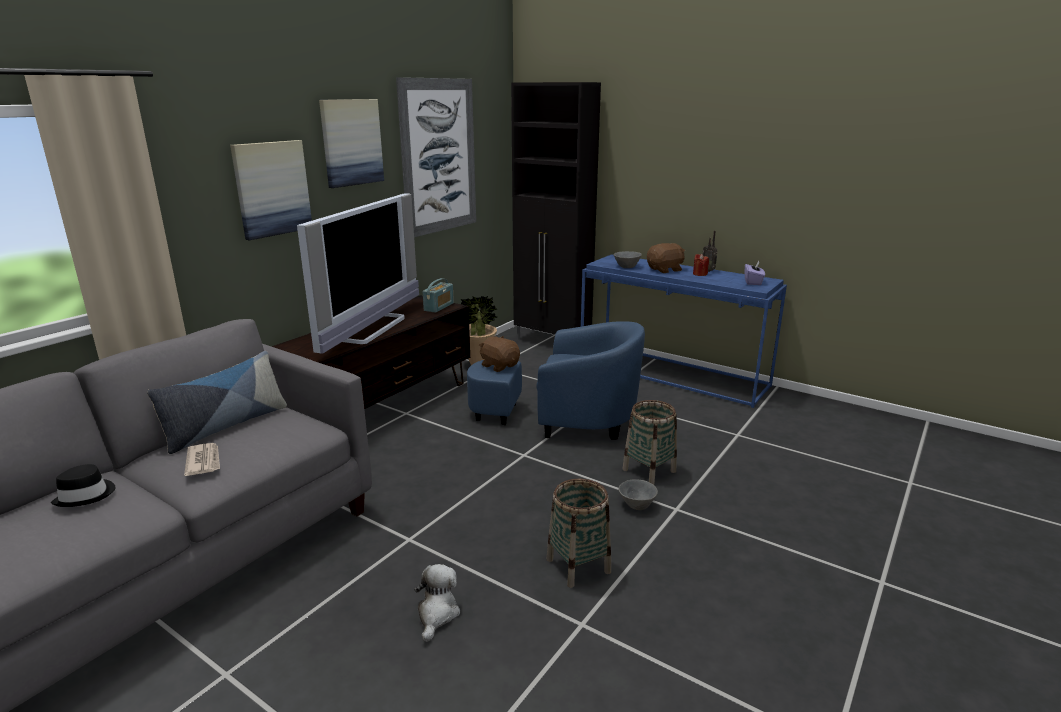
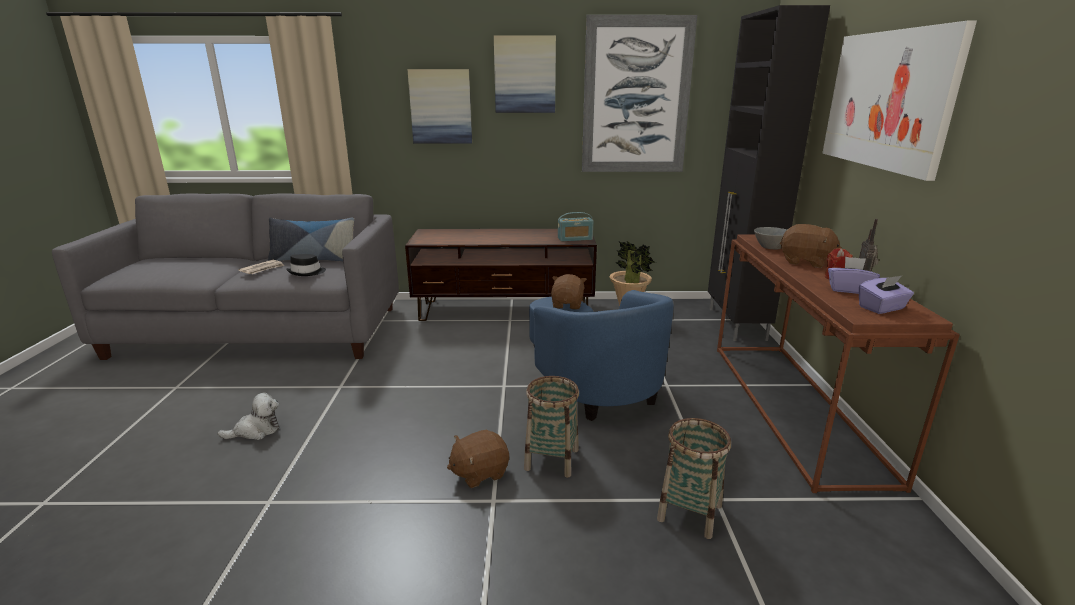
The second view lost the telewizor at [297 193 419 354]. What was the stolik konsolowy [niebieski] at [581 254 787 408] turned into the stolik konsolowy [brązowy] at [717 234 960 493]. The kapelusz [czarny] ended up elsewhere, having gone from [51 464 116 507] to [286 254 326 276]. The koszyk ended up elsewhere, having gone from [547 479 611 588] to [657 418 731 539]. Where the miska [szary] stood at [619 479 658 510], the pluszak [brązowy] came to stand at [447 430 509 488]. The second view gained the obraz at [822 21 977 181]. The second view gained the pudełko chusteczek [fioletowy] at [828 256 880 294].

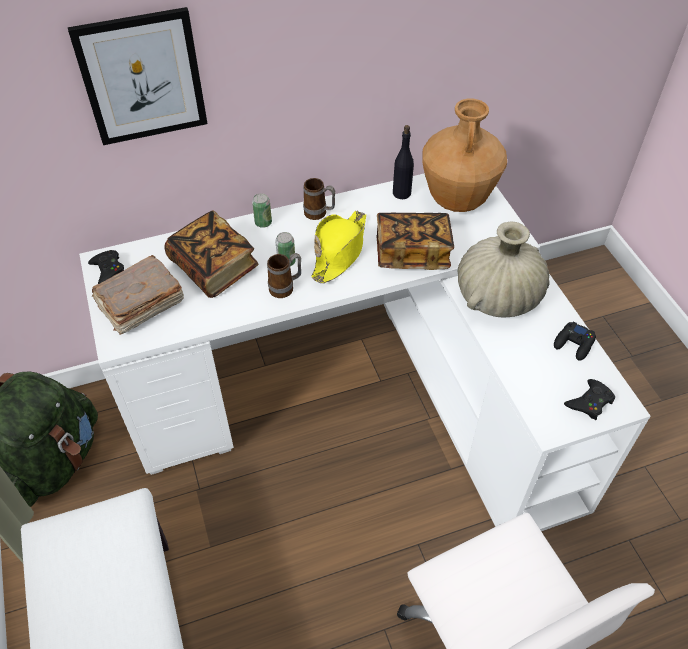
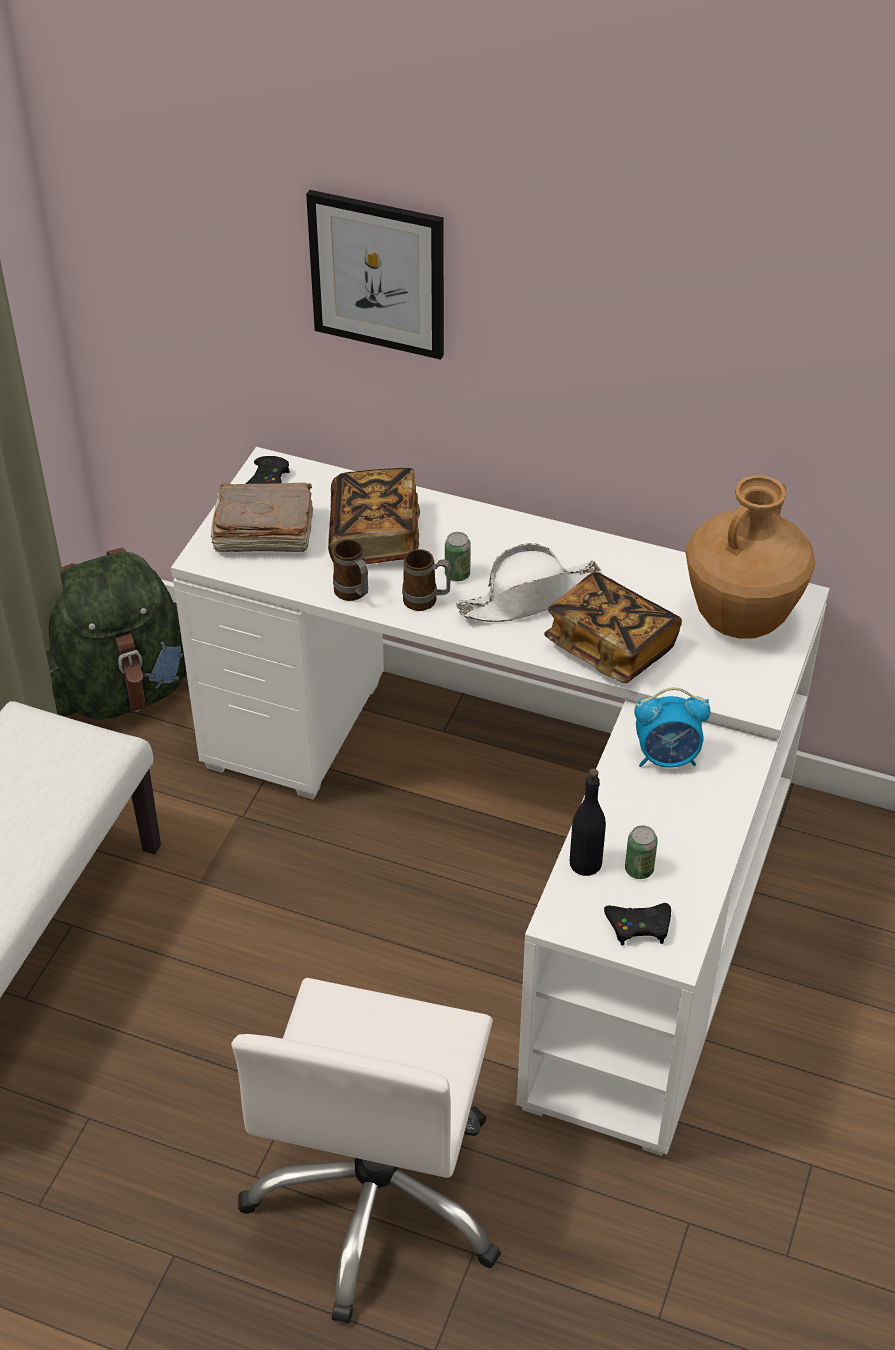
The butelka [czarny] ended up elsewhere, having gone from [393 125 414 199] to [570 768 606 876]. The kubek ended up elsewhere, having gone from [303 178 335 220] to [333 539 368 601]. The puszka ended up elsewhere, having gone from [252 193 272 228] to [625 825 658 879]. What was the kapelusz [żółty] at [311 210 366 283] turned into the kapelusz [biały] at [456 543 601 622]. Where the wazon [beżowy] stood at [458 222 549 317], the budzik came to stand at [634 687 711 768]. The second view lost the pad do gier [czarny] at [554 321 596 361].

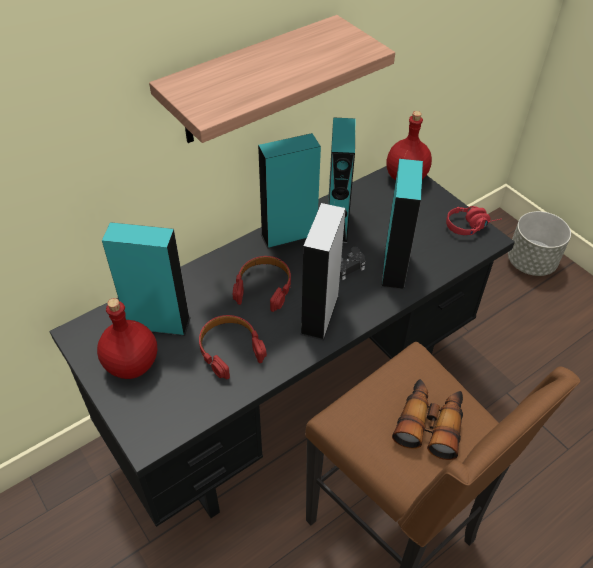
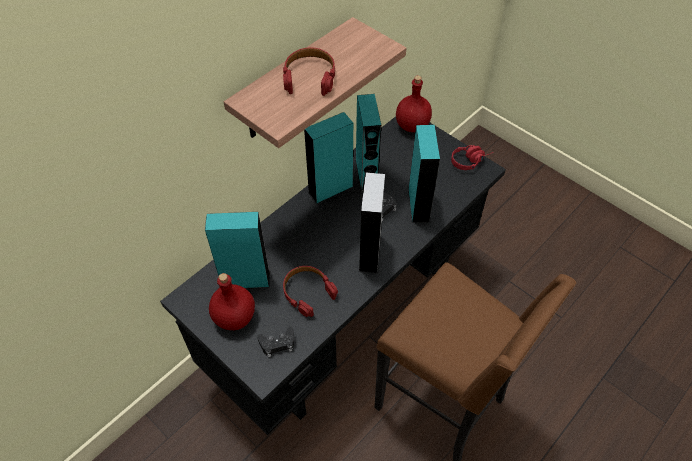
The second view lost the donica [szary] at [508 211 571 276]. The słuchawki [czerwony] ended up elsewhere, having gone from [233 256 291 312] to [283 47 336 96]. The second view lost the lornetka at [392 379 463 460]. The second view gained the pad do gier [czarny] at [257 327 294 357].

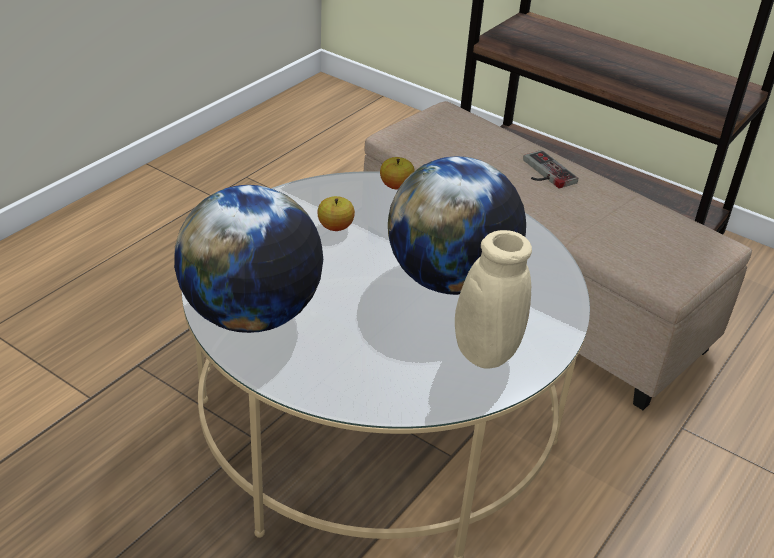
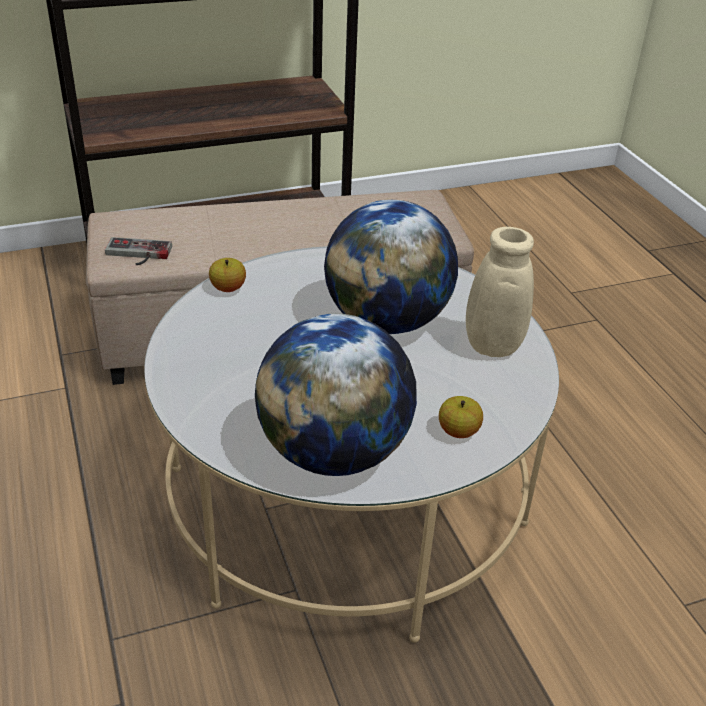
The pad do gier ended up elsewhere, having gone from [523 150 578 189] to [105 237 172 265]. The jabłko ended up elsewhere, having gone from [317 196 355 231] to [439 396 483 438].

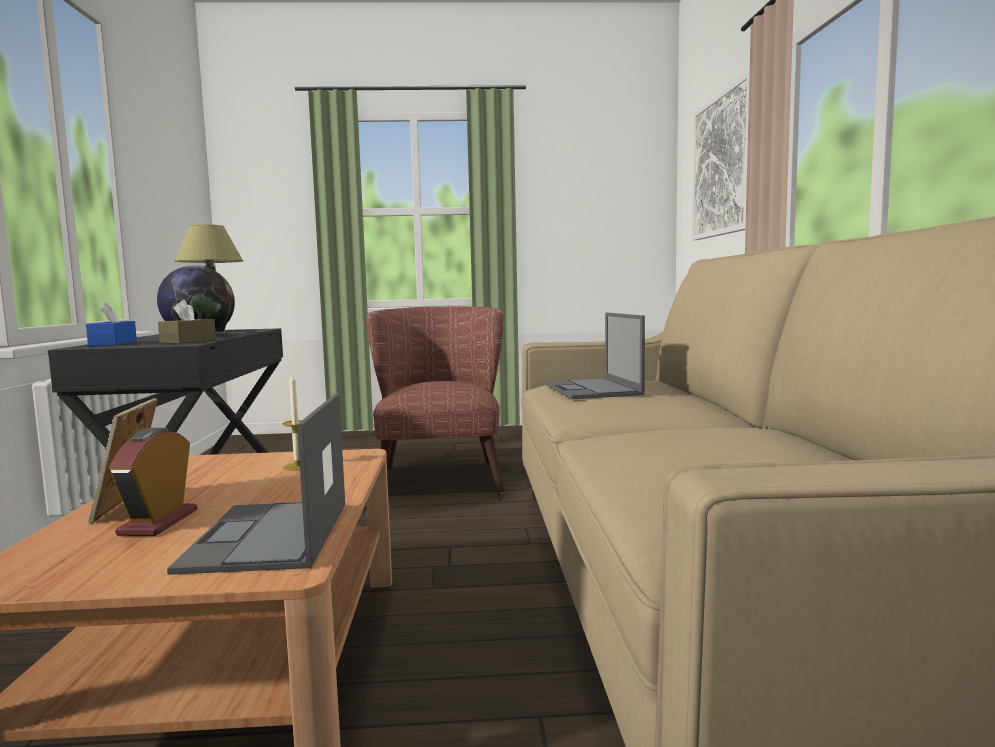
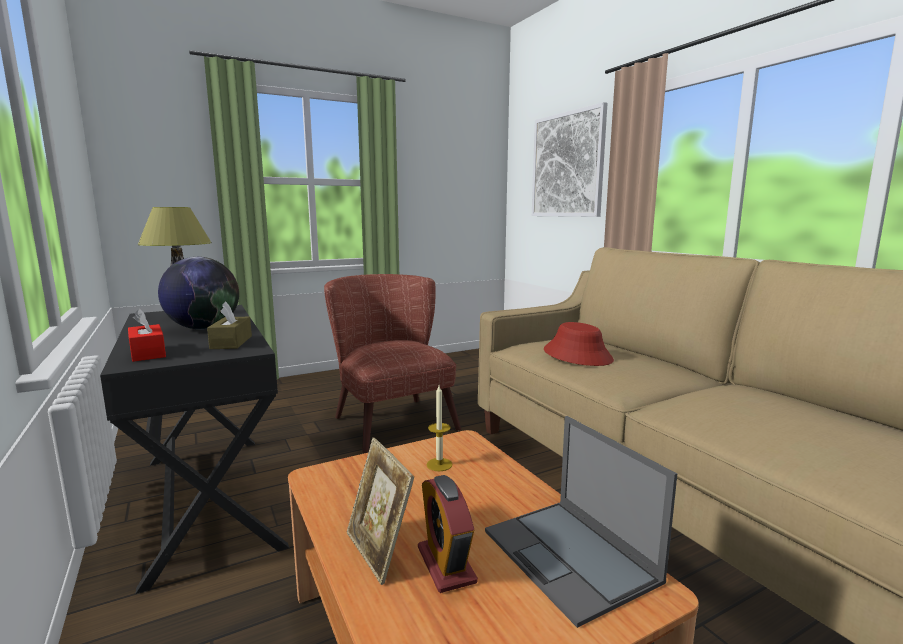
What was the pudełko chusteczek [niebieski] at [86 302 137 346] turned into the pudełko chusteczek [czerwony] at [128 309 166 362]. Where the laptop stood at [544 313 645 399], the kapelusz [czerwony] came to stand at [544 322 614 366].

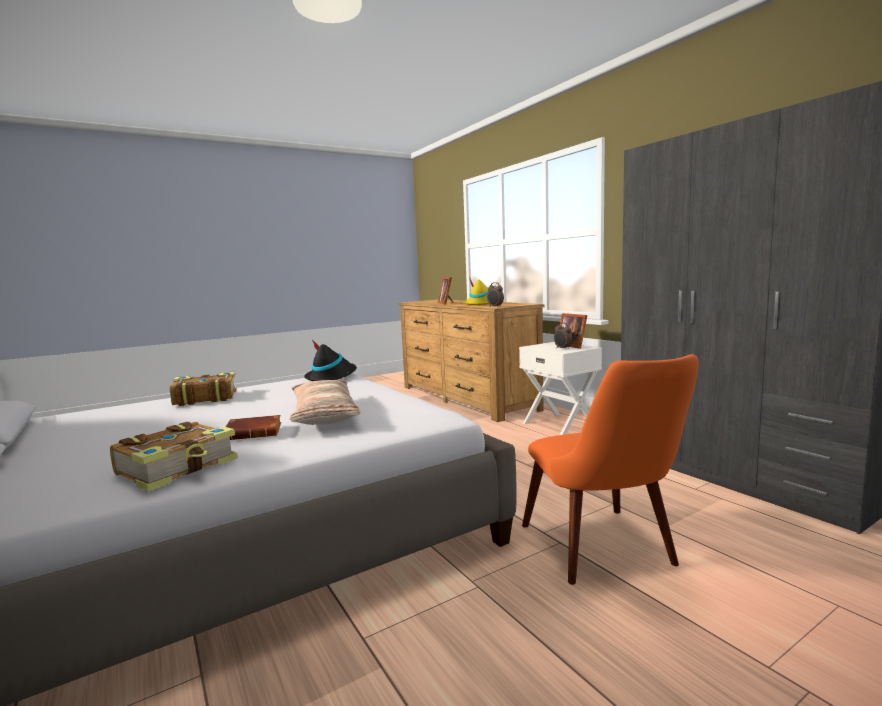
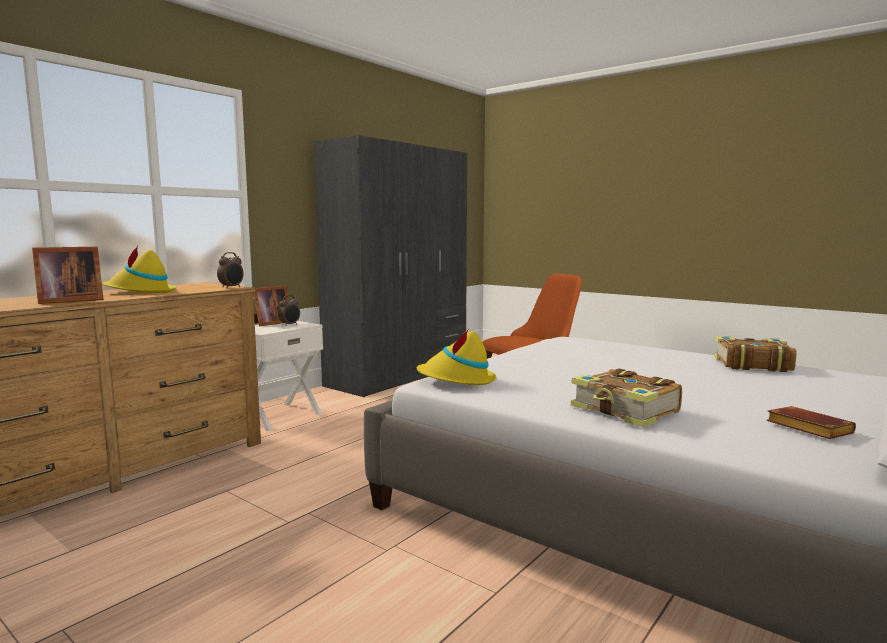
What was the kapelusz [czarny] at [304 340 357 381] turned into the kapelusz [żółty] at [417 329 497 385]. The second view lost the poduszka at [290 380 361 425]. The książka [brązowy] ended up elsewhere, having gone from [226 415 281 440] to [766 406 856 439].

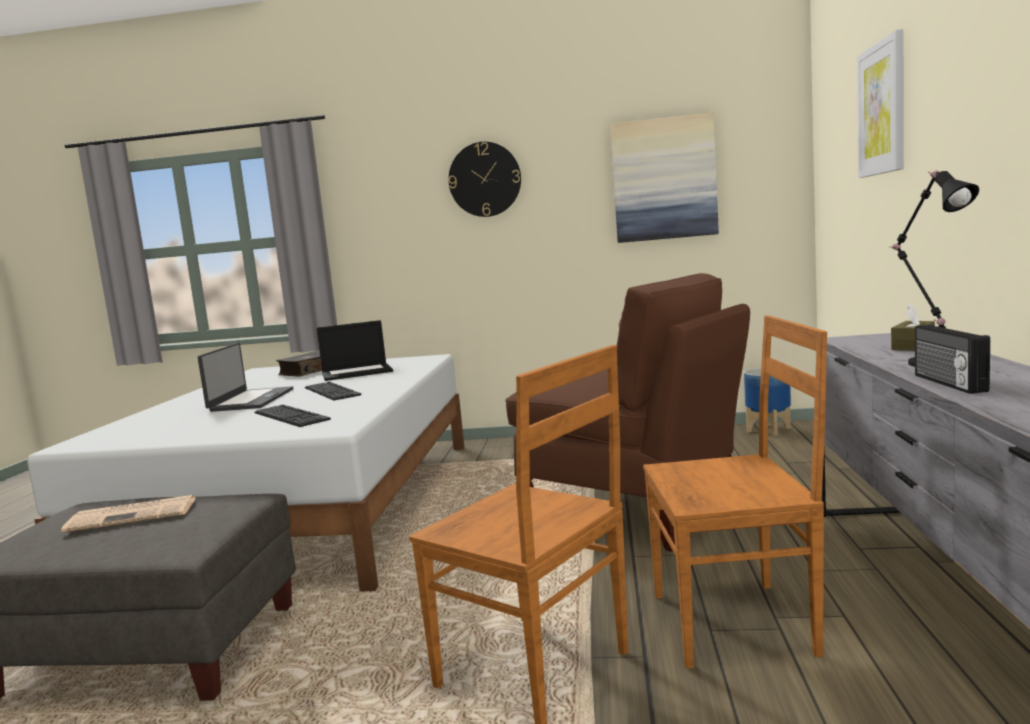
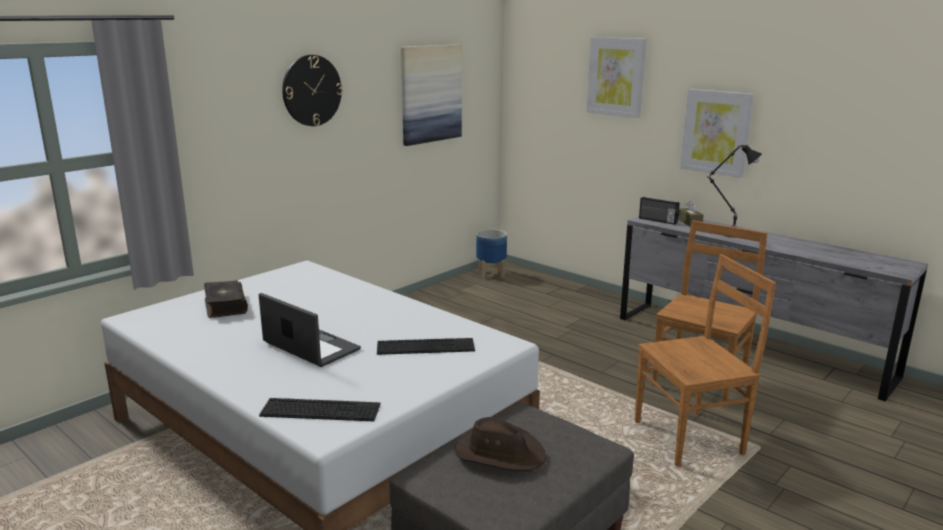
The second view lost the krzesło [brązowy] at [505 273 750 552]. The second view lost the laptop at [317 320 393 381]. The radio ended up elsewhere, having gone from [915 325 990 394] to [639 197 680 225]. The klawiatura ended up elsewhere, having gone from [305 382 361 401] to [259 398 381 421]. Where the gazeta stood at [61 495 196 533], the kapelusz [brązowy] came to stand at [454 417 546 471]. The second view gained the obraz at [680 89 754 178].

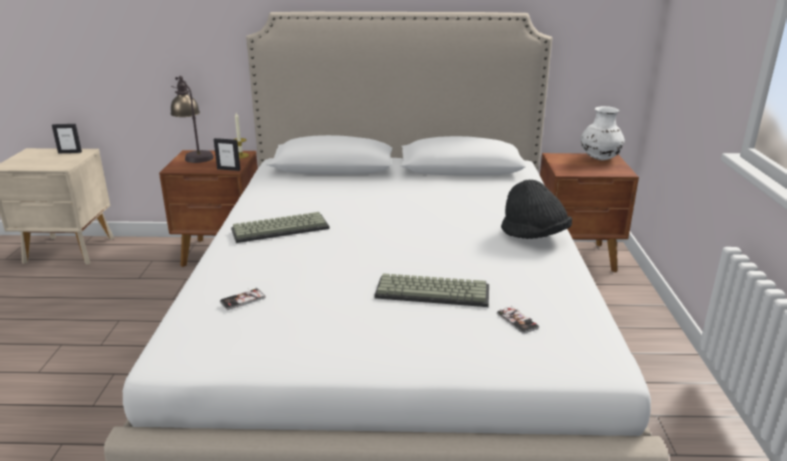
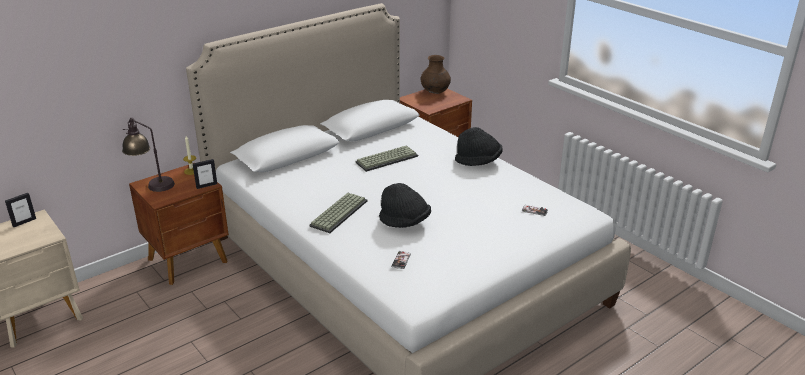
What was the wazon [biały] at [581 106 625 160] turned into the wazon [brązowy] at [420 55 451 94]. The klawiatura ended up elsewhere, having gone from [374 273 489 307] to [356 145 418 172]. The second view gained the kapelusz [czarny] at [379 183 431 228].

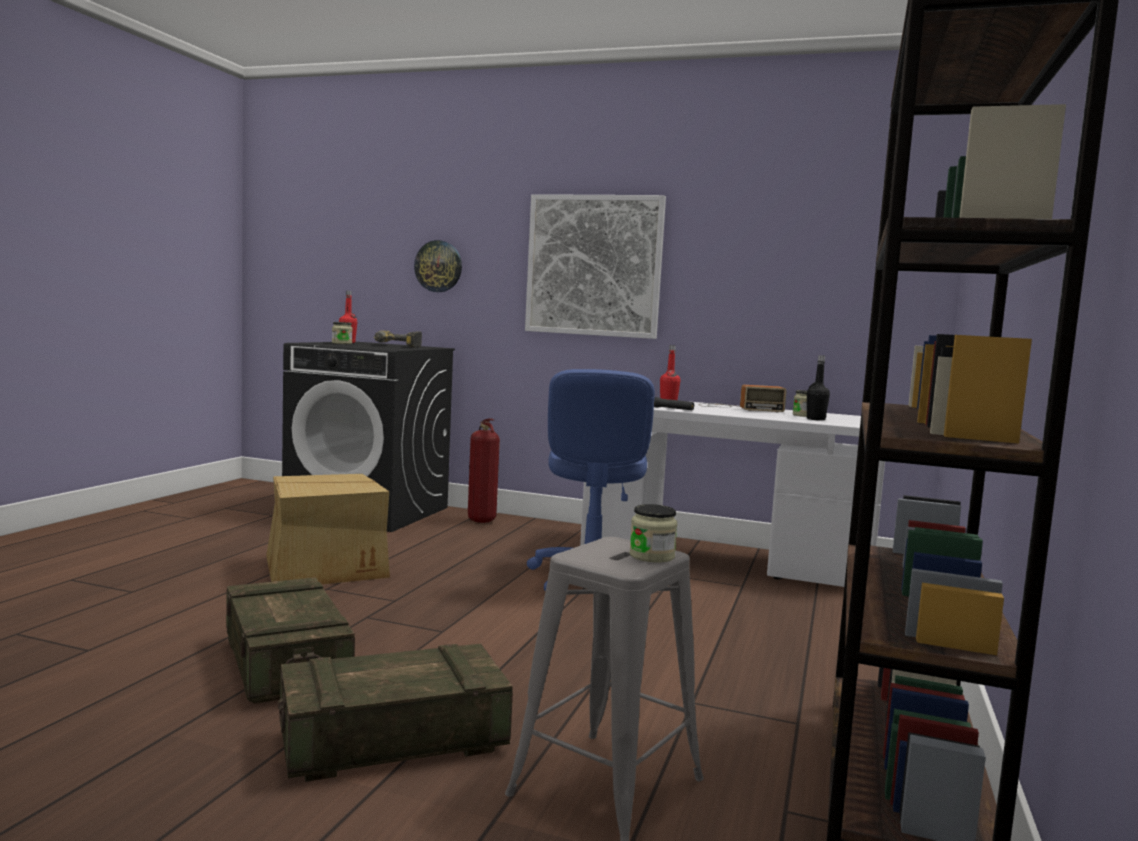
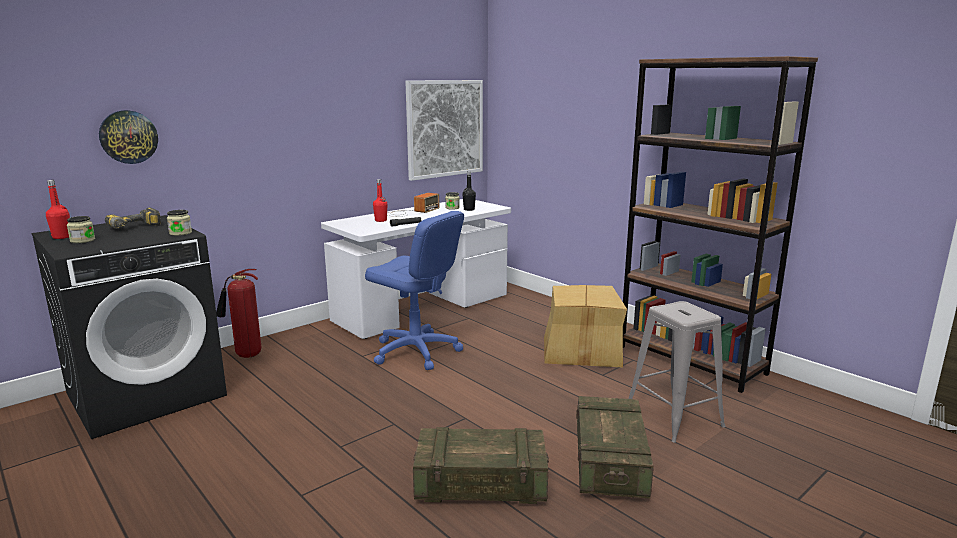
The obraz ended up elsewhere, having gone from [525 194 666 339] to [405 80 483 181]. The karton ended up elsewhere, having gone from [266 474 390 584] to [544 285 627 367]. The słoik ended up elsewhere, having gone from [629 504 677 563] to [167 210 192 236].

